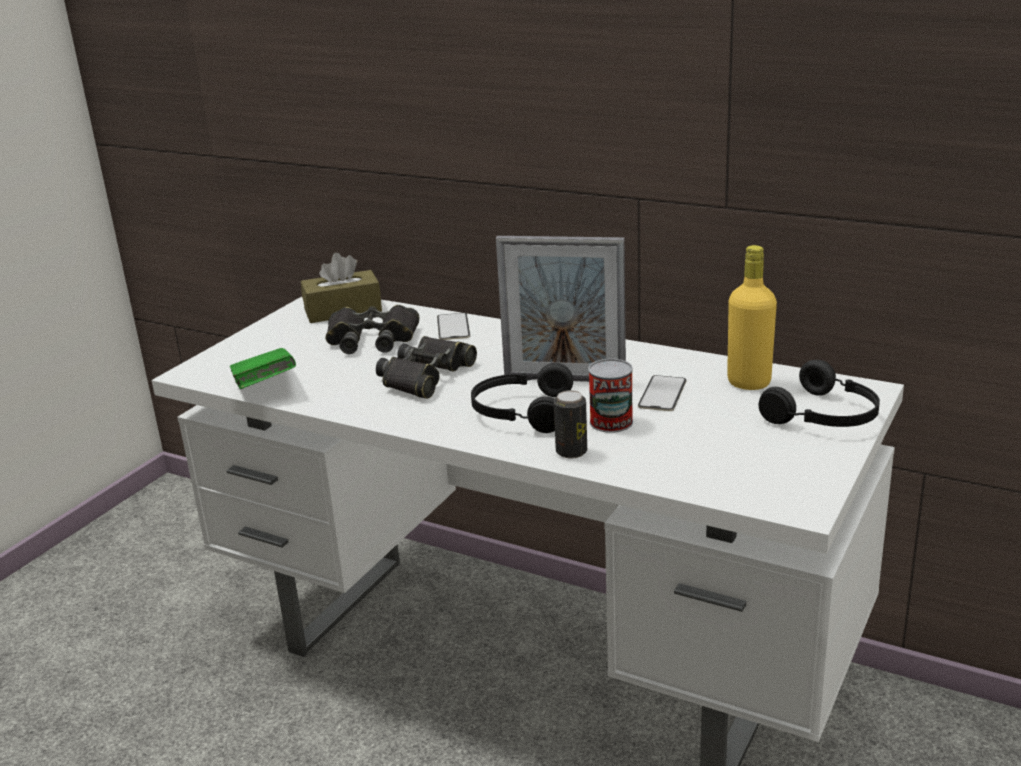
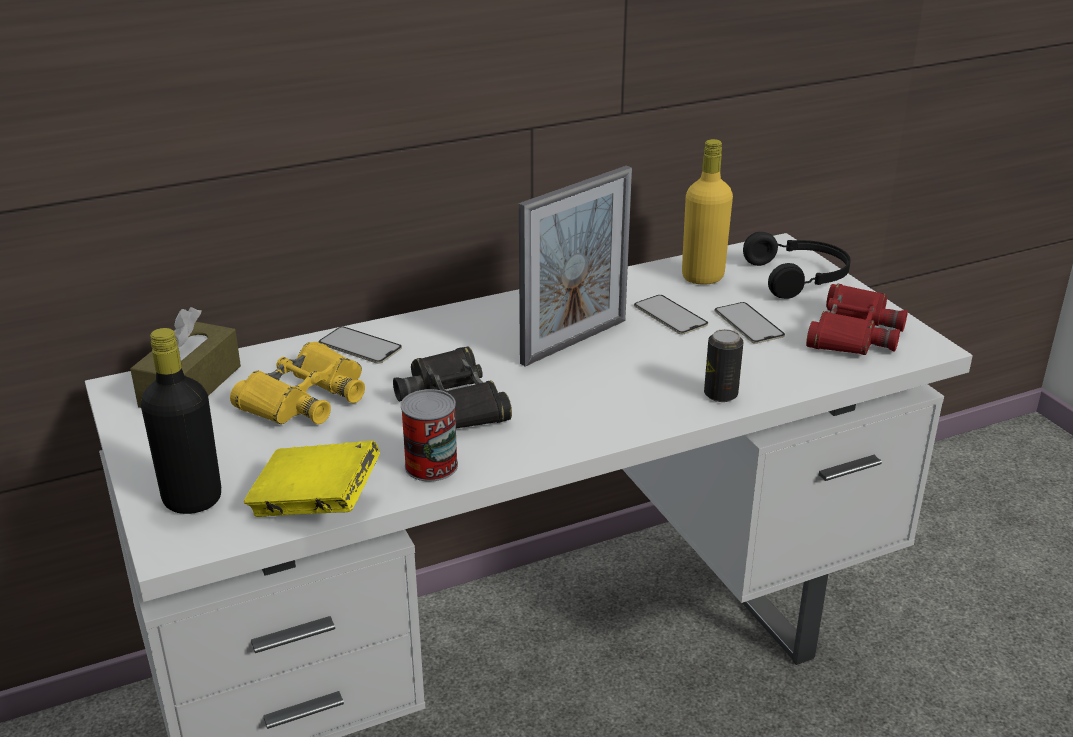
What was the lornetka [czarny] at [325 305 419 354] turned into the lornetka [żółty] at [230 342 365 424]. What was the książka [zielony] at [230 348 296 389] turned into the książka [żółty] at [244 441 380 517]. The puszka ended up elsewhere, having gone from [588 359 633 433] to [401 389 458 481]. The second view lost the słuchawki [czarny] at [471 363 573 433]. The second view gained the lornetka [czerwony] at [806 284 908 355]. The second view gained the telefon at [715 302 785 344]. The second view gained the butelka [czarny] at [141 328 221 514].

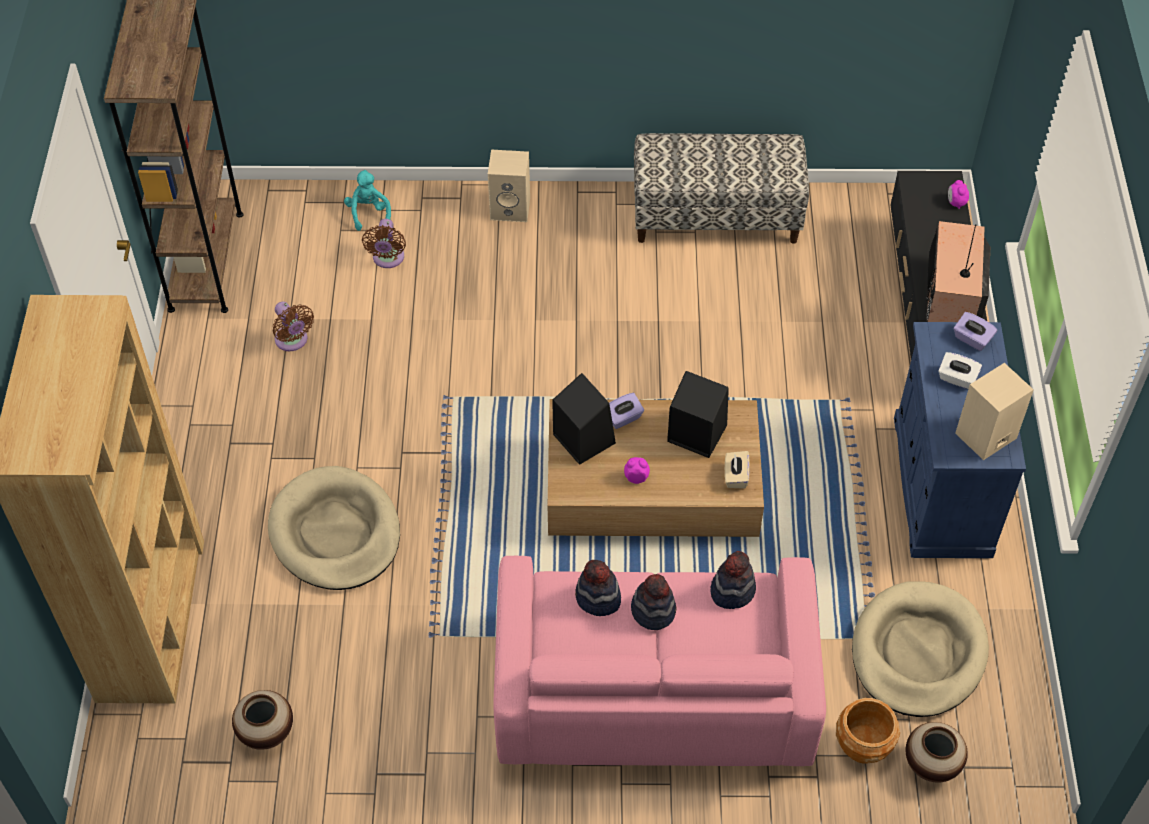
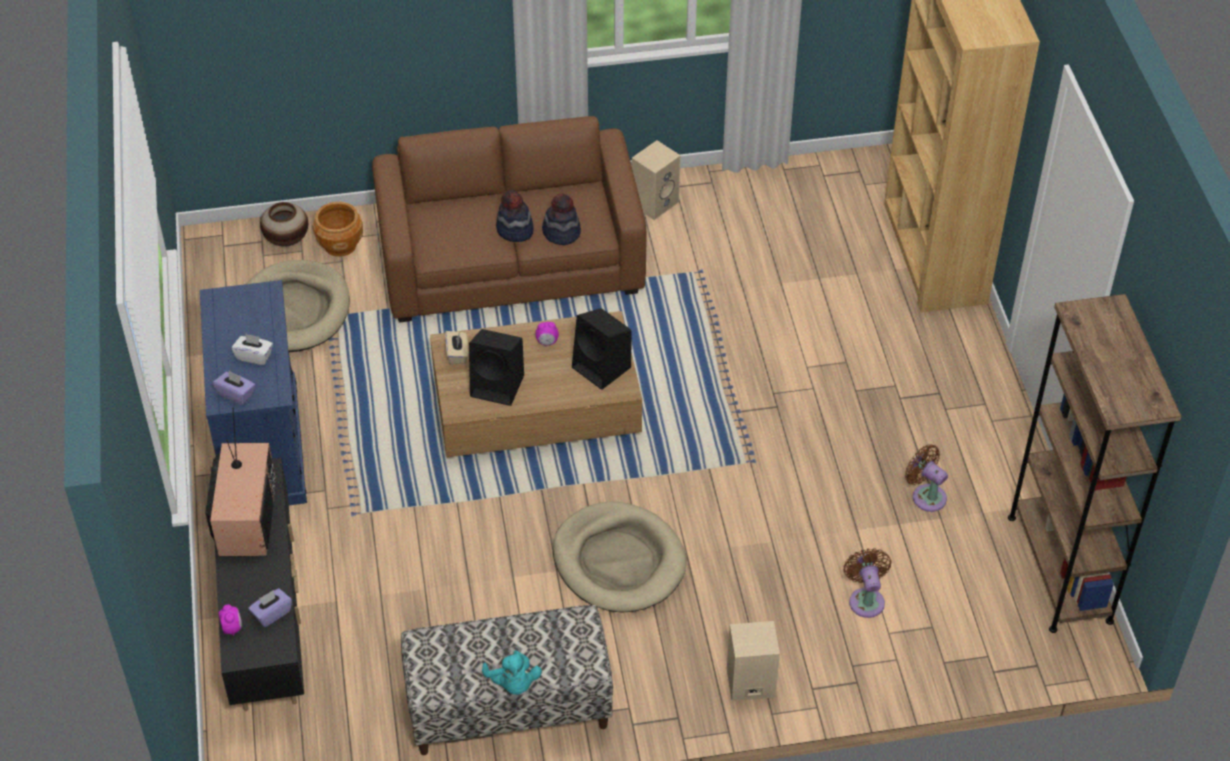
The pluszak [turkusowy] ended up elsewhere, having gone from [344 170 391 231] to [482 650 542 695]. The głośnik [beżowy] ended up elsewhere, having gone from [955 363 1034 460] to [632 140 681 220]. The pudełko chusteczek [fioletowy] ended up elsewhere, having gone from [609 393 644 429] to [249 588 292 627]. The legowisko [beżowy] ended up elsewhere, having gone from [268 466 400 590] to [553 502 686 612]. The second view lost the kapelusz at [710 551 756 609]. What was the kanapa [różowy] at [493 556 826 766] turned into the kanapa [brązowy] at [372 116 646 323]. The second view lost the wazon at [232 690 293 750].

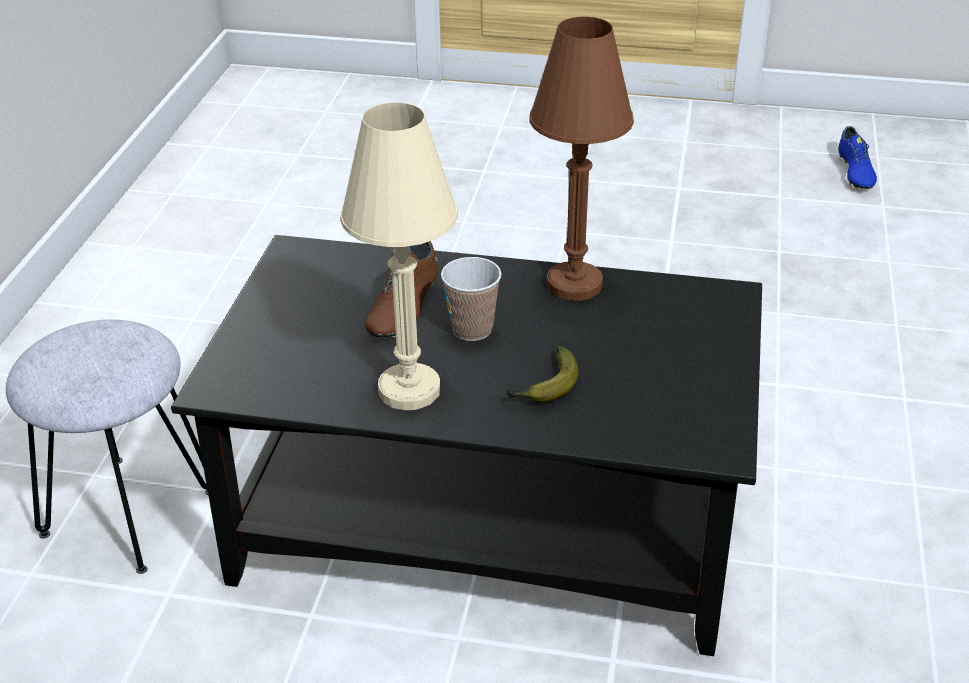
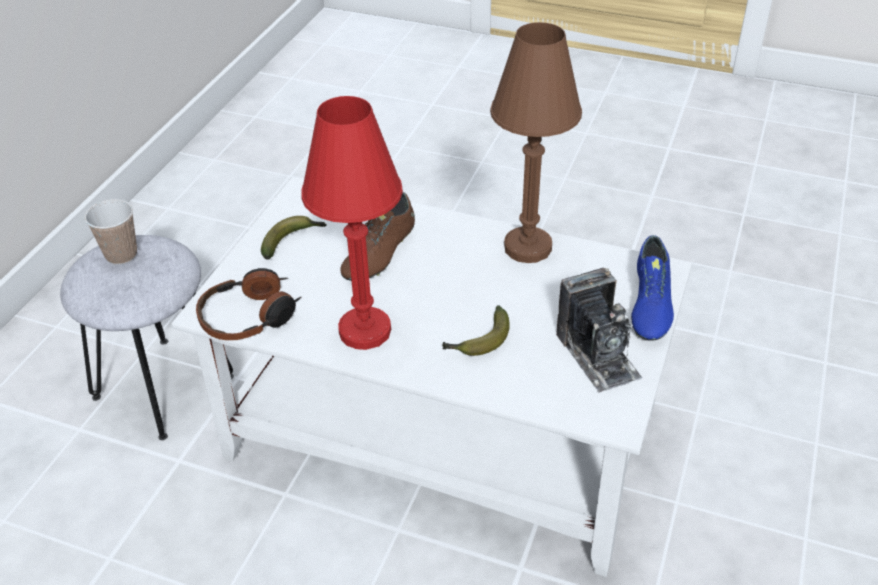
What was the lampa stołowa [beżowy] at [340 102 458 410] turned into the lampa stołowa [czerwony] at [302 96 403 350]. The but [niebieski] ended up elsewhere, having gone from [839 126 877 189] to [631 235 674 341]. What was the ława [czarny] at [171 235 762 656] turned into the ława [biały] at [171 177 692 577]. The filiżanka ended up elsewhere, having gone from [441 257 502 341] to [85 199 137 265]. The second view gained the banan at [261 216 327 260]. The second view gained the słuchawki at [196 268 301 340]. The second view gained the aparat fotograficzny at [556 268 642 393].

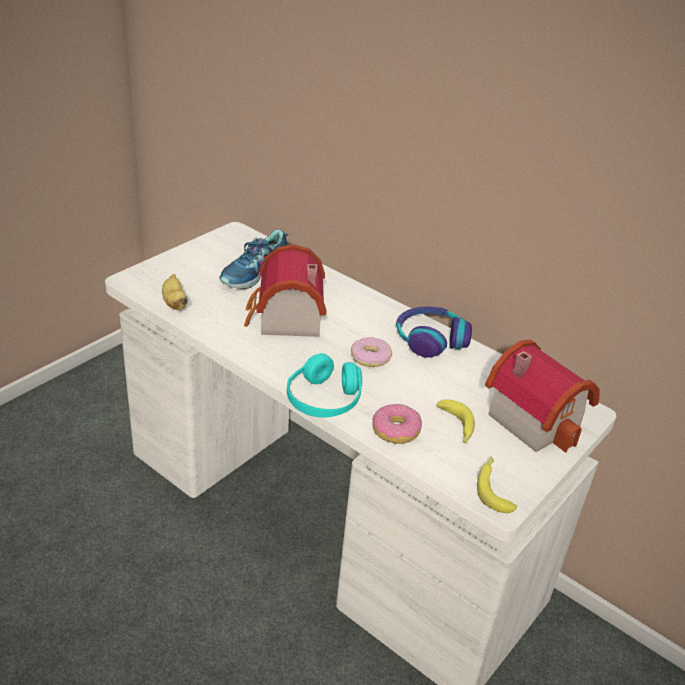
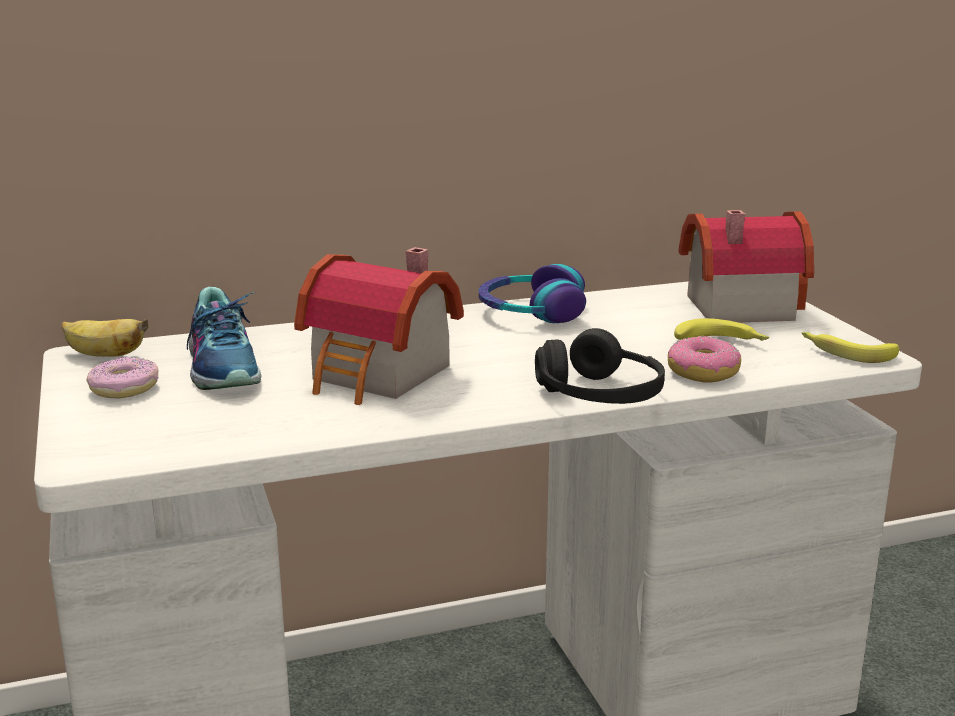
The banan ended up elsewhere, having gone from [162 274 188 310] to [62 319 148 357]. The donut ended up elsewhere, having gone from [351 337 392 367] to [86 356 159 399]. What was the słuchawki [turkusowy] at [287 353 362 418] turned into the słuchawki [czarny] at [535 328 665 404].

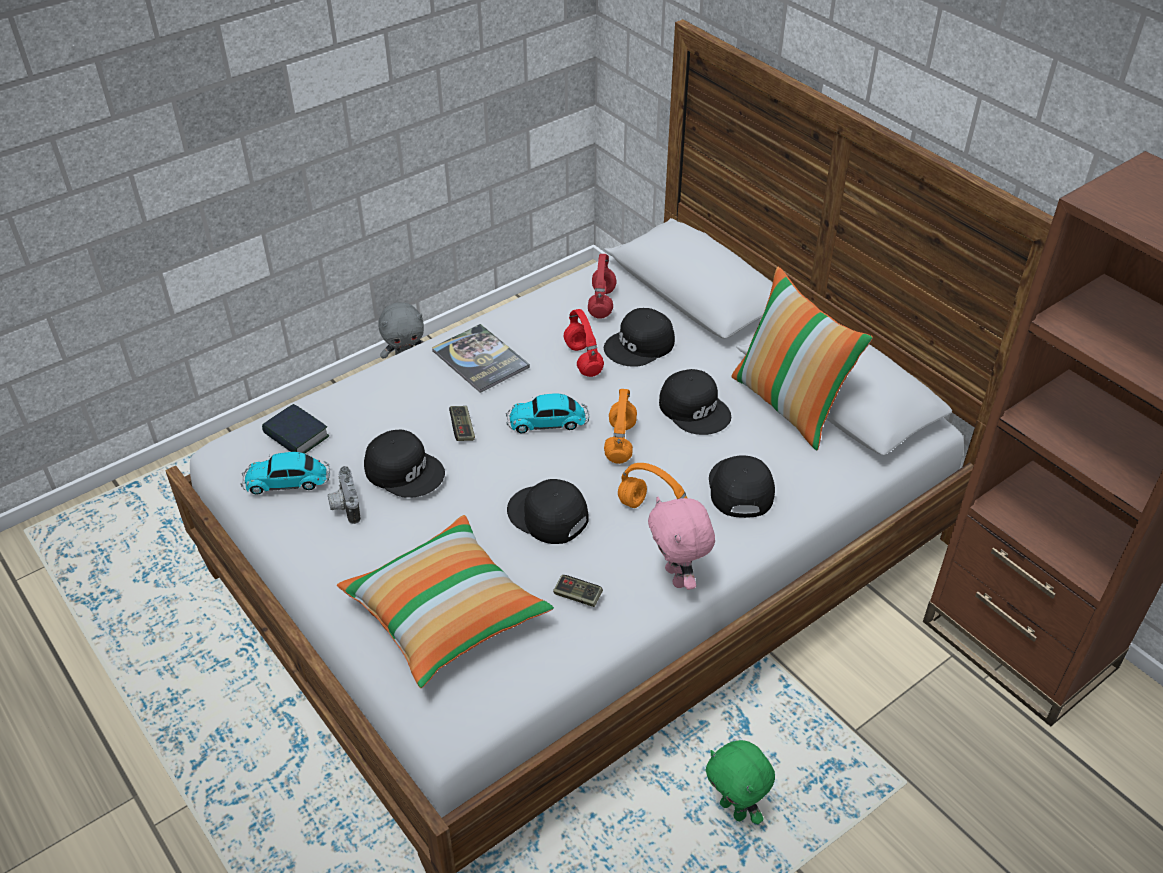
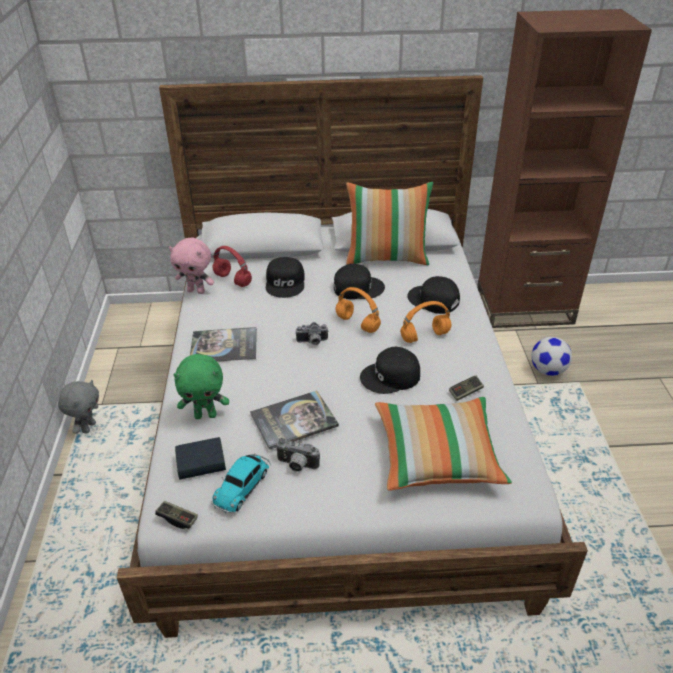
The second view lost the słuchawki [czerwony] at [564 309 604 377]. Where the samochodzik stood at [506 393 589 433], the aparat fotograficzny came to stand at [295 322 329 345]. The pad do gier ended up elsewhere, having gone from [449 406 475 441] to [155 501 198 529]. Where the czapka z daszkiem [czarny] stood at [364 430 445 498], the książka came to stand at [250 390 339 450]. The pluszak [różowy] ended up elsewhere, having gone from [648 497 715 590] to [169 238 214 294]. The pluszak [zielony] ended up elsewhere, having gone from [705 740 775 824] to [173 354 229 419]. The second view gained the piłka futbolowa at [531 337 572 376].

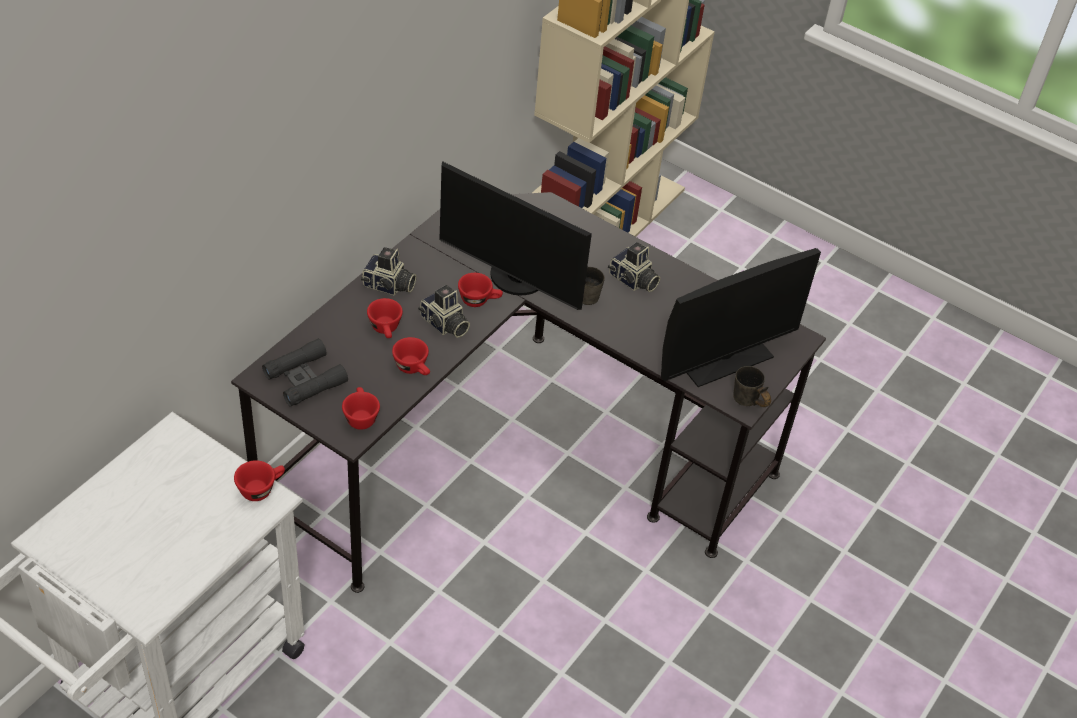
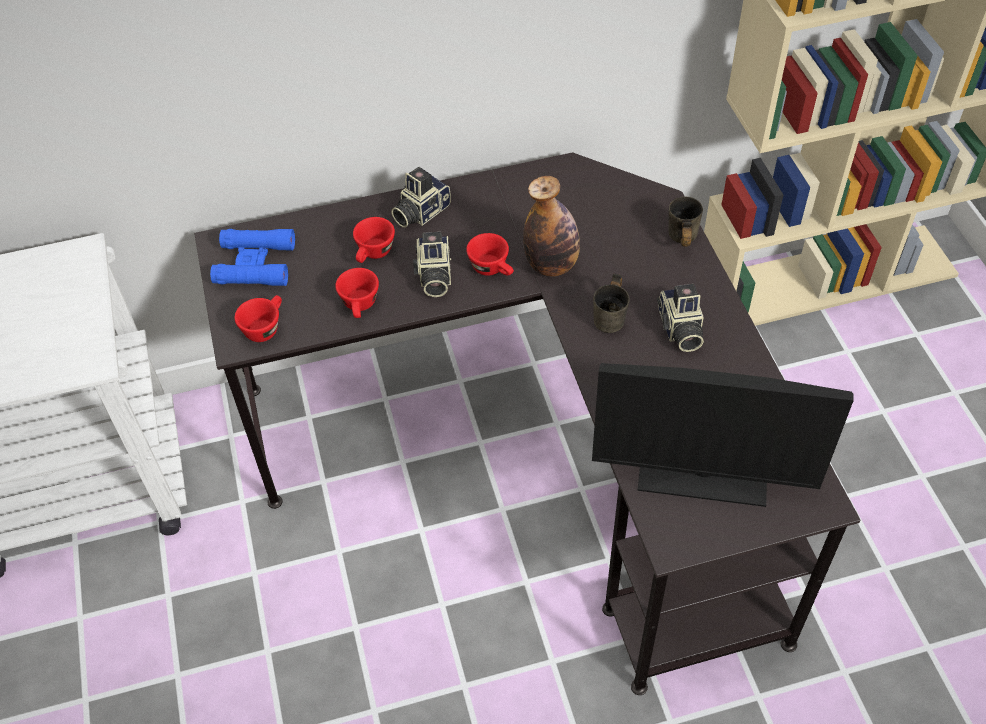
Where the monitor stood at [439 161 592 310], the butelka came to stand at [523 176 580 277]. The aparat fotograficzny at [361 247 416 296] ended up facing another way, 75 degrees clockwise from before. What was the lornetka [czarny] at [262 339 348 407] turned into the lornetka [niebieski] at [210 229 295 286]. The kubek [szary] ended up elsewhere, having gone from [733 366 771 407] to [669 197 703 247]. The second view lost the filiżanka [czerwony] at [234 460 285 501].

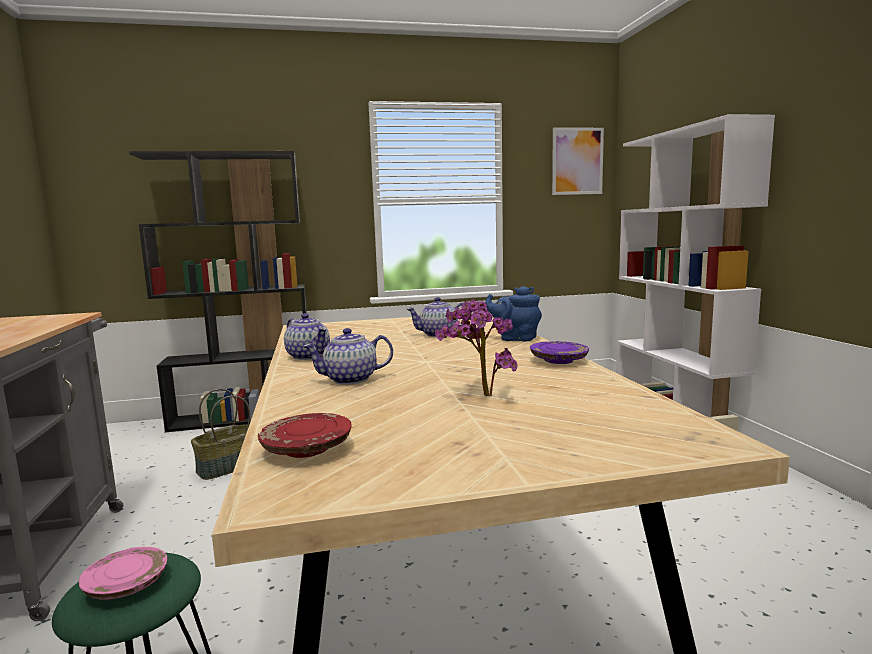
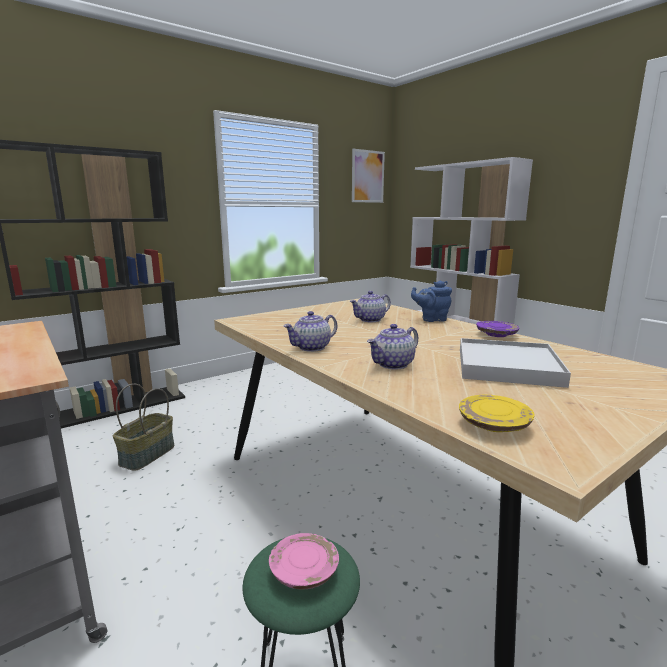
Where the roślina doniczkowa stood at [435 299 517 396], the taca [biały] came to stand at [460 338 571 388]. The imbryk at [284 313 330 360] ended up facing another way, 120 degrees clockwise from before. What was the talerz [czerwony] at [258 413 352 458] turned into the talerz [żółty] at [459 395 535 432].

